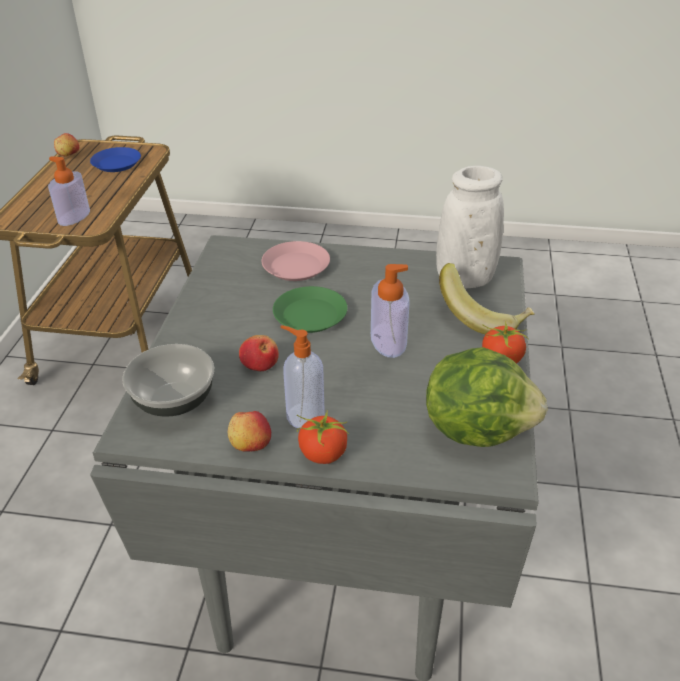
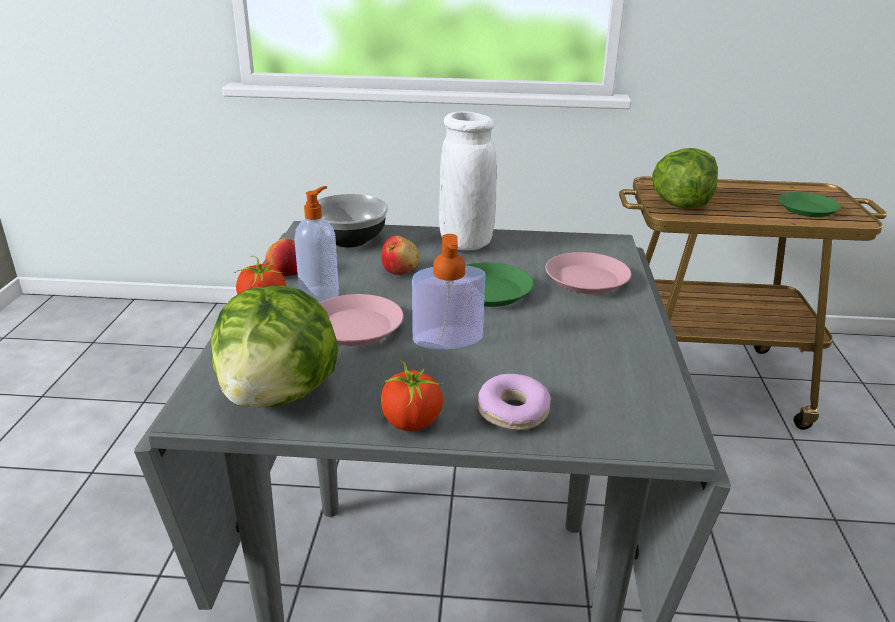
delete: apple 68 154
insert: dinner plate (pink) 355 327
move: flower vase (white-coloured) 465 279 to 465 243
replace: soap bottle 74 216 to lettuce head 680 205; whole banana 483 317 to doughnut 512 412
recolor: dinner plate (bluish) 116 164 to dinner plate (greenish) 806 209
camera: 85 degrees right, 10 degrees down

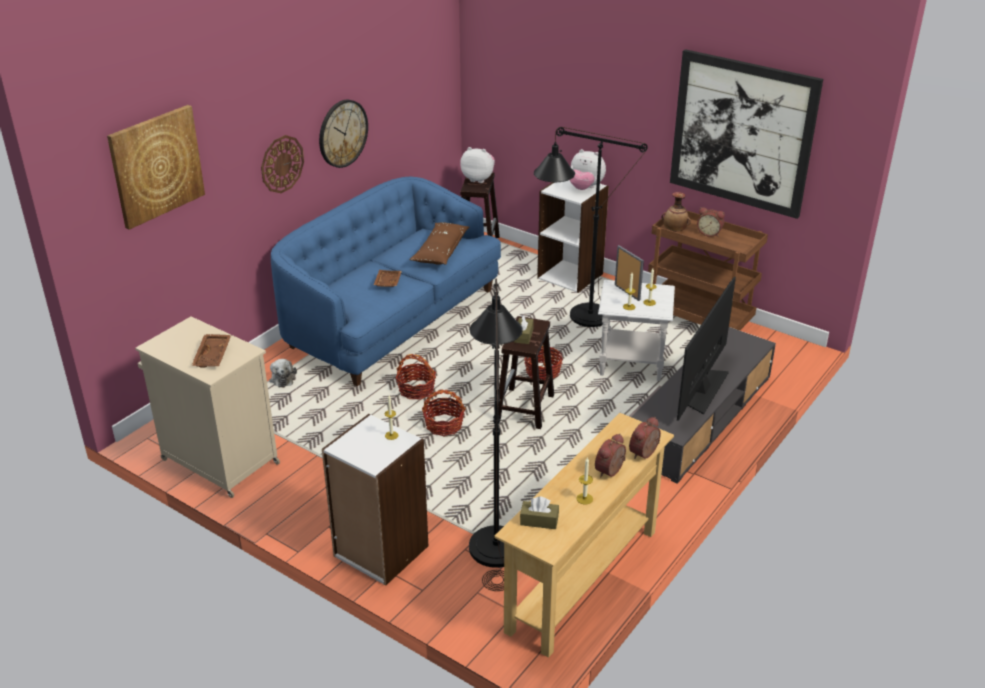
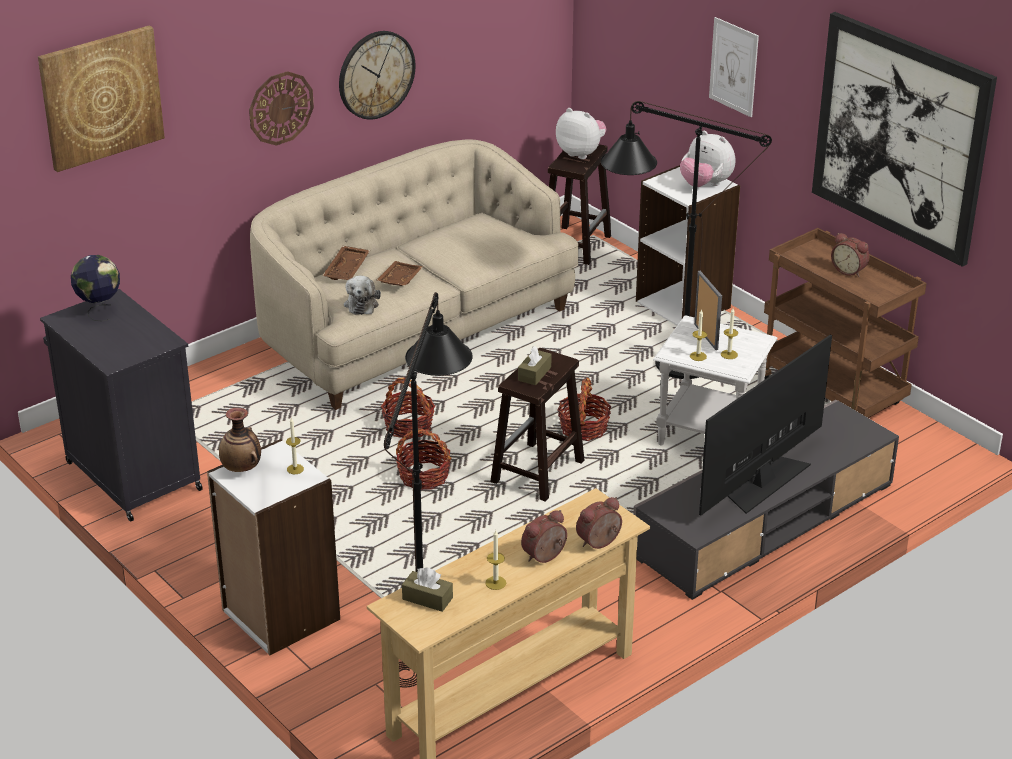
delete: cushion (brown-coloured) 440 251
insert: globe 100 311; picture 733 67
move: tray (brown-coloured) 213 356 to 347 270; cuddly toy 282 379 to 361 304; flower vase 675 231 to 242 469
recolor: storage cabinet (sand-coloured) 218 461 to storage cabinet (blackish) 131 475; couch (bluish) 391 320 to couch (sand-coloured) 415 331
camera: 15 degrees right, 0 degrees up

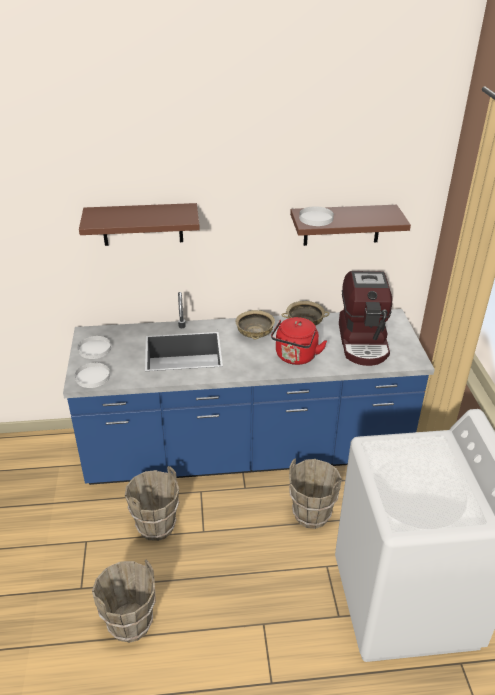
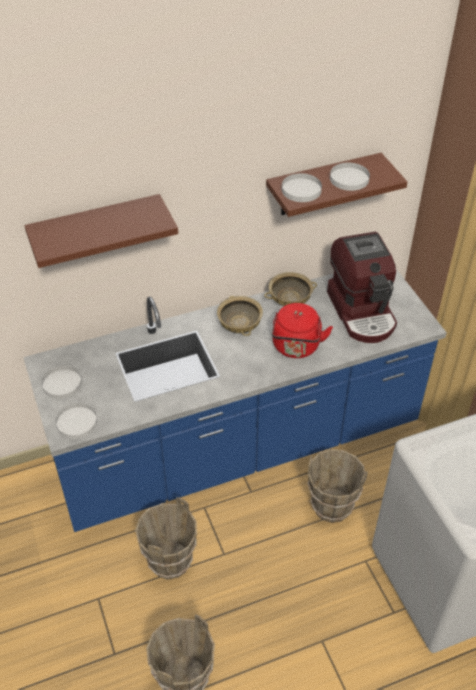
insert: dinner plate (white-coloured) 349 178
camera: 15 degrees left, 10 degrees up

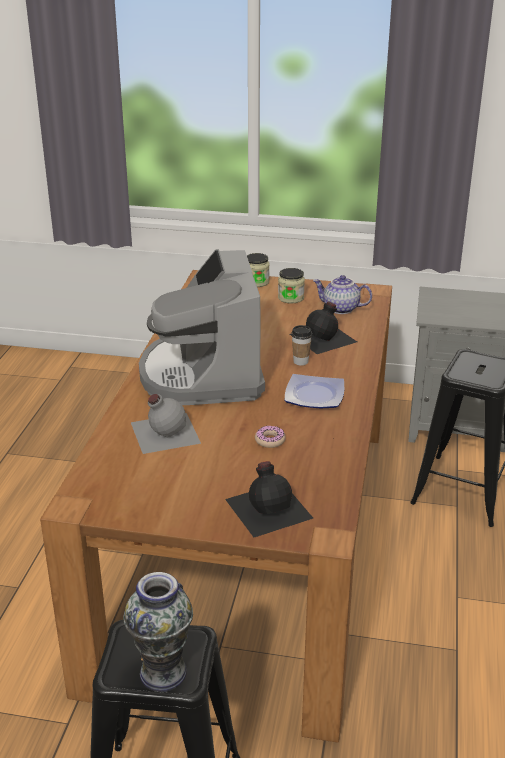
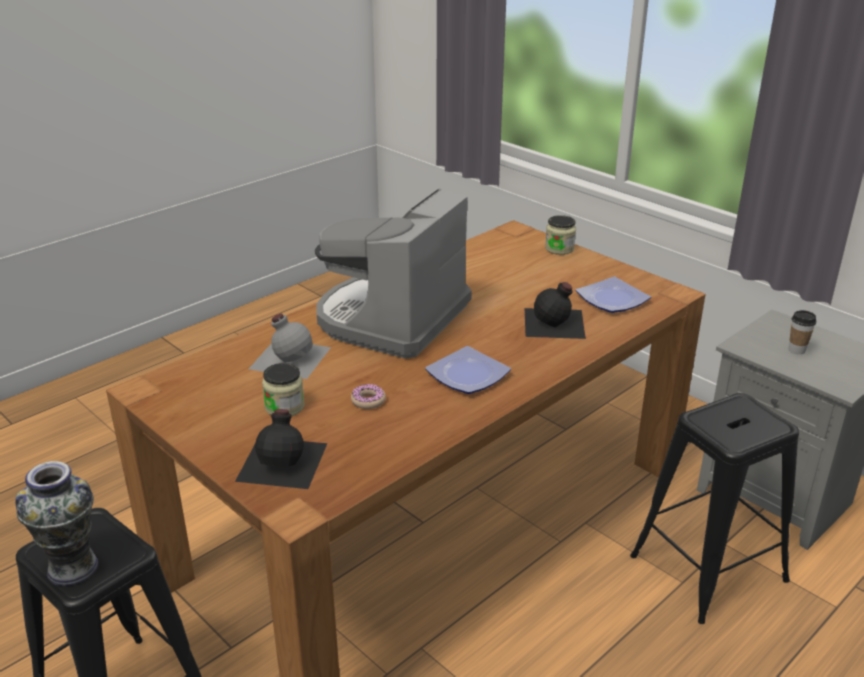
move: jar 291 298 to 284 407; cup 300 361 to 796 350
replace: teapot 340 309 to dinner plate 612 300
camera: 35 degrees right, 0 degrees up

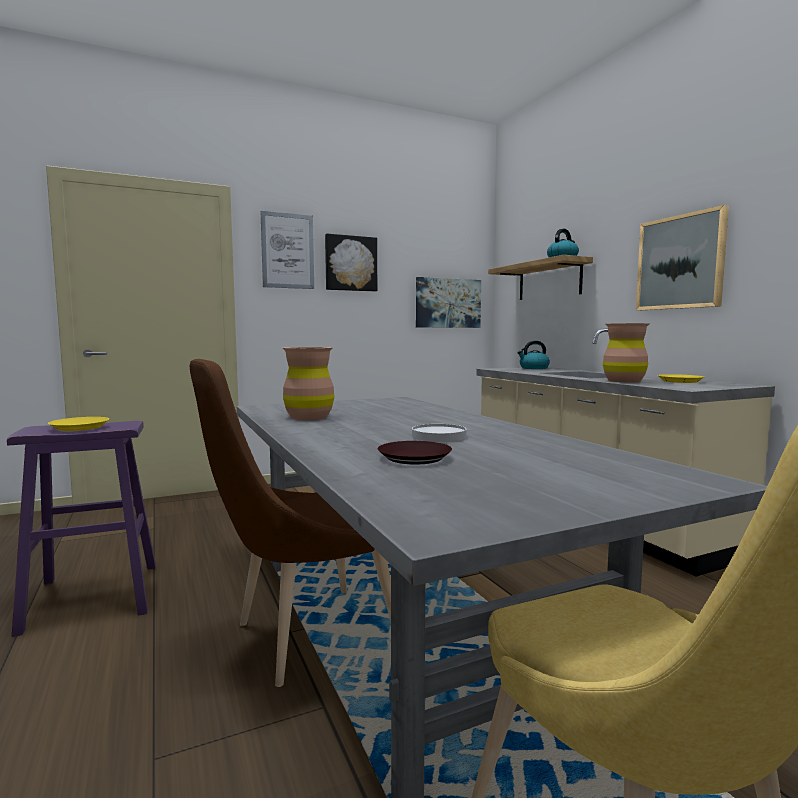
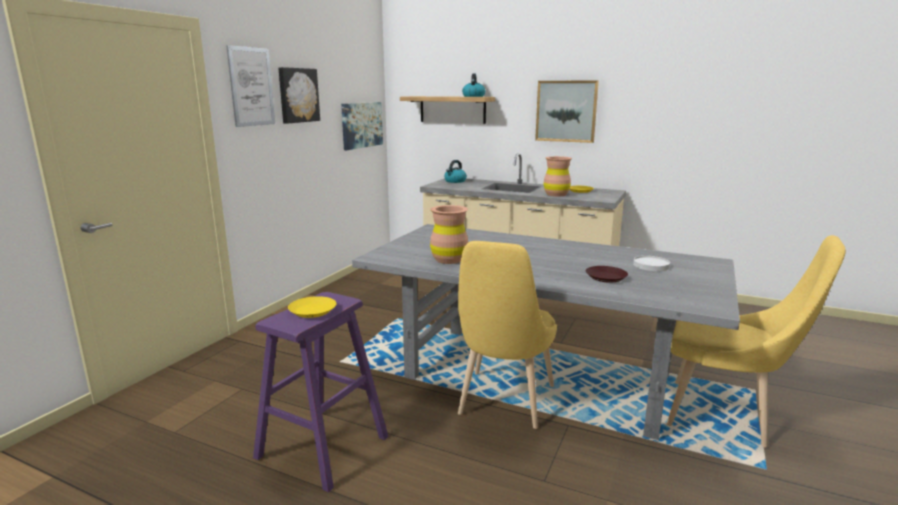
move: dinner plate (white-coloured) 438 436 to 651 265
recolor: plain chair (brown-coloured) 306 638 to plain chair (yellow-coloured) 503 403
camera: 40 degrees left, 10 degrees up

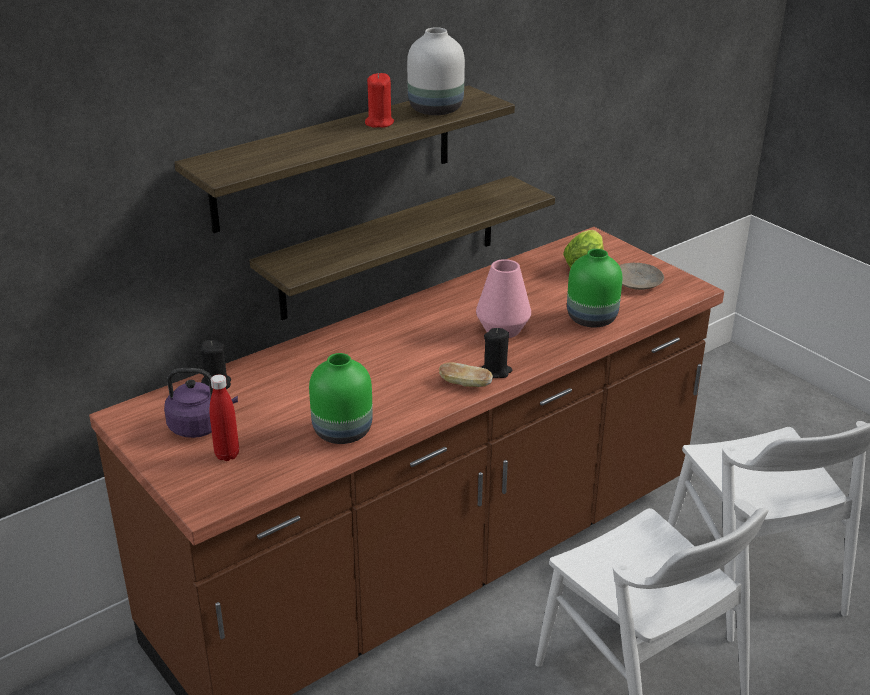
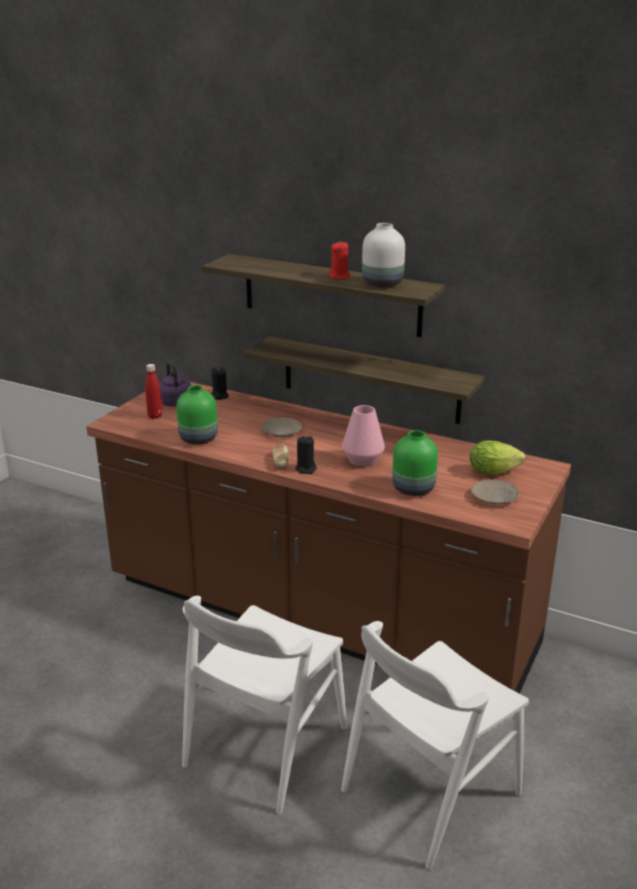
insert: dinner plate (sand-coloured) 282 432
camera: 65 degrees right, 5 degrees down

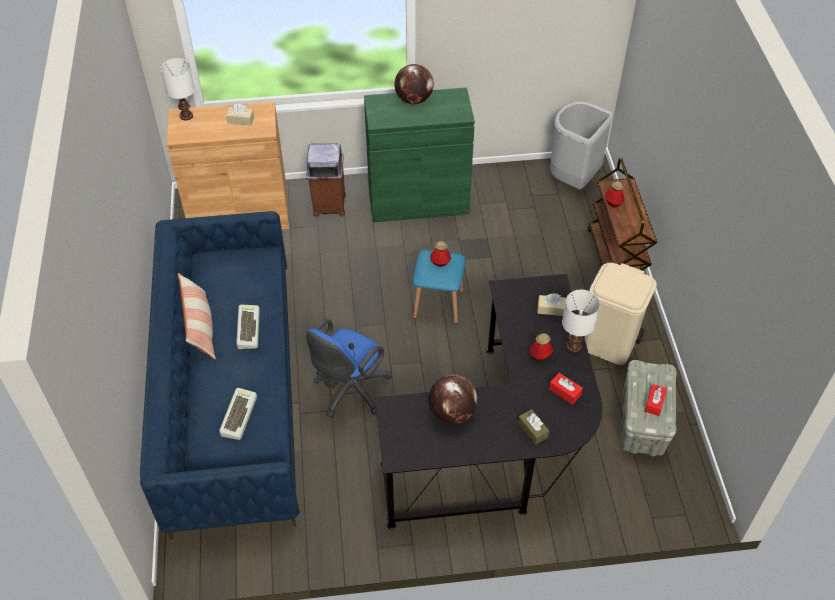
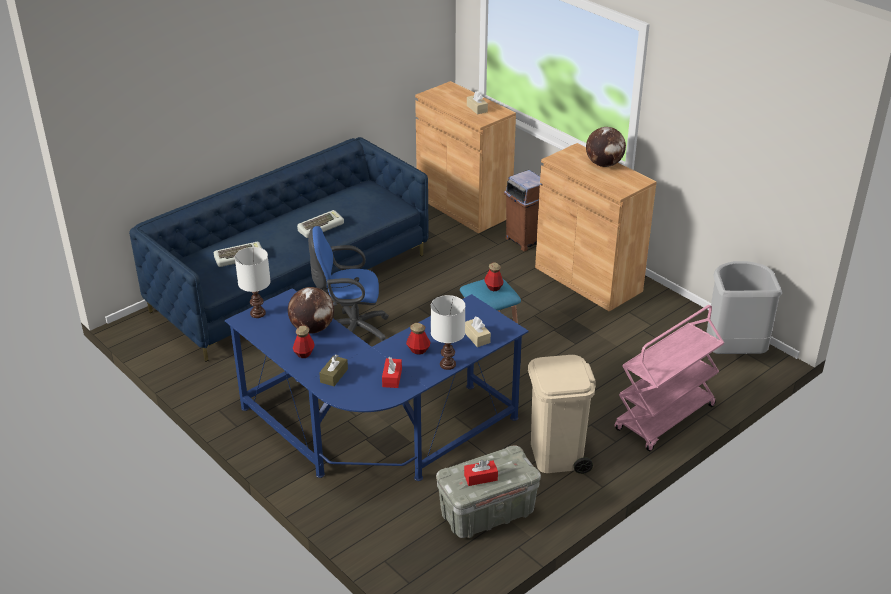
delete: cushion 200 326
move: lamp for a table (white-coloured) 186 116 to 257 314; bottle 613 203 to 304 353
recolor: storage cabinet (greenish) 418 201 to storage cabinet (brown-coloured) 588 279; desk table (blackish) 501 445 to desk table (bluish) 376 434; trolley (brown-coloured) 615 260 to trolley (pink) 665 419
camera: 55 degrees right, 15 degrees down

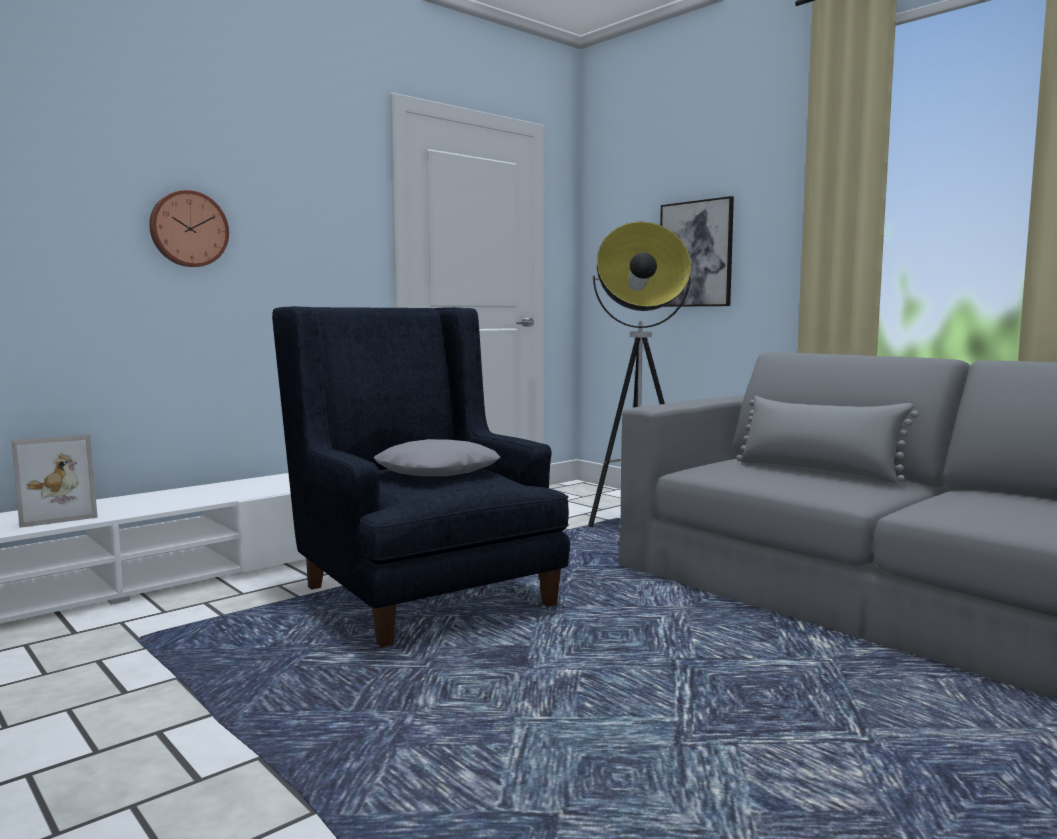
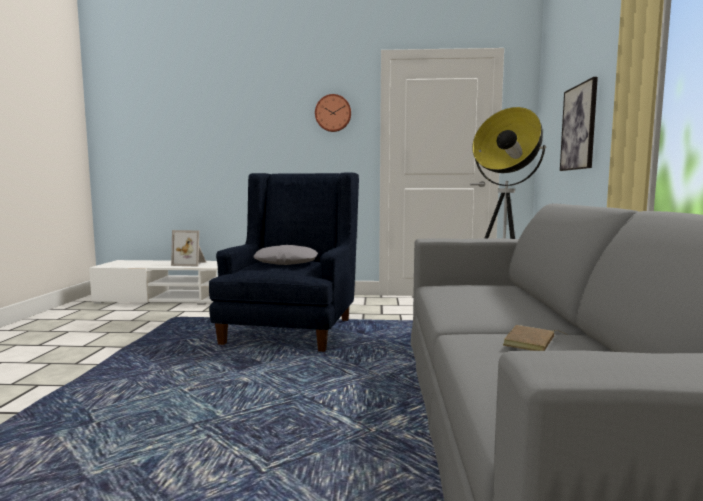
delete: cushion (grey) 818 471
insert: volume (brown-coloured) 531 342
move: clock on the wall 188 229 to 333 113
camera: 45 degrees right, 0 degrees up

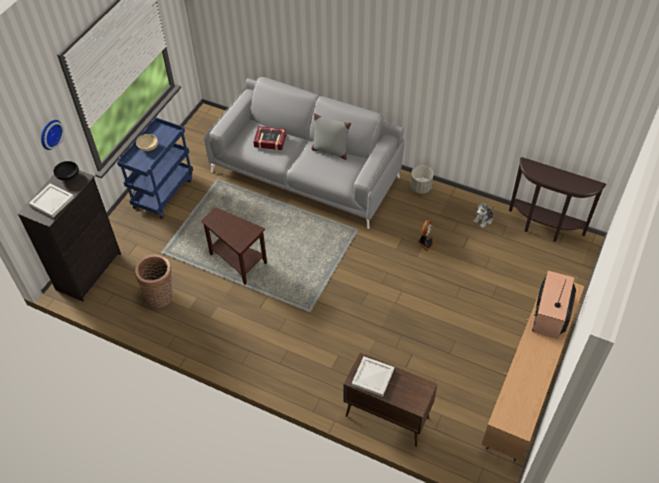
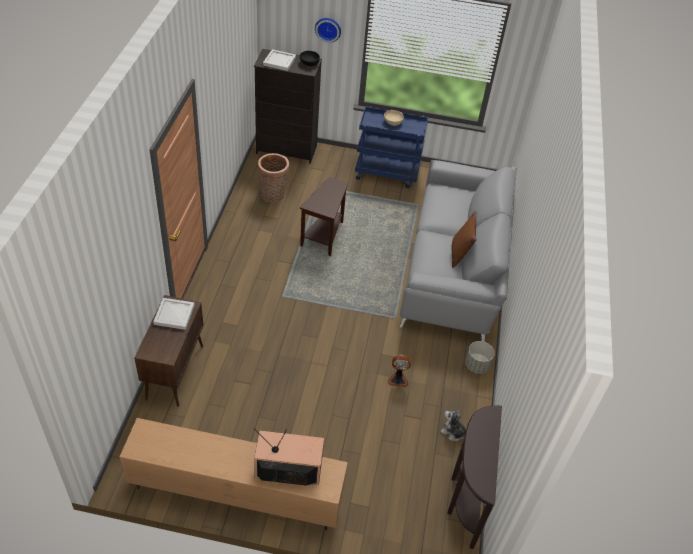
delete: volume 270 141
recolor: cushion (grey) 330 150 to cushion (brown-coloured) 459 253
camera: 70 degrees right, 5 degrees down

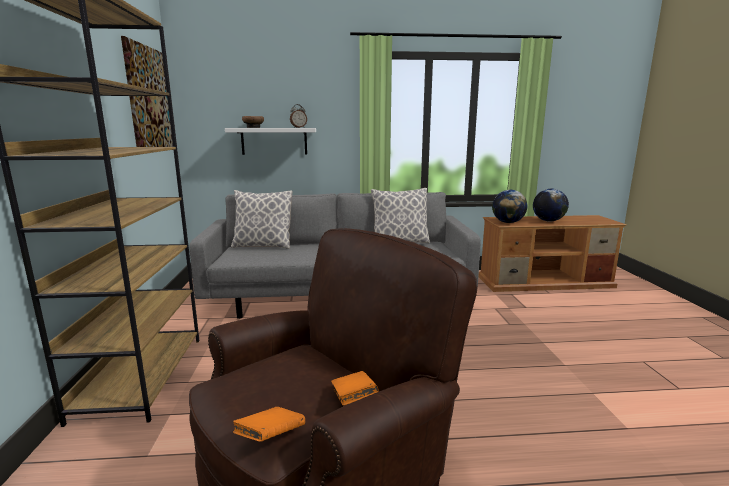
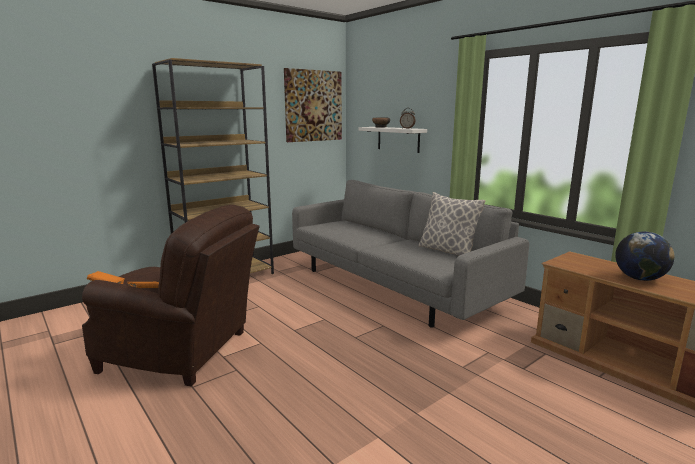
delete: cushion 263 246; globe 508 222
camera: 55 degrees right, 0 degrees up

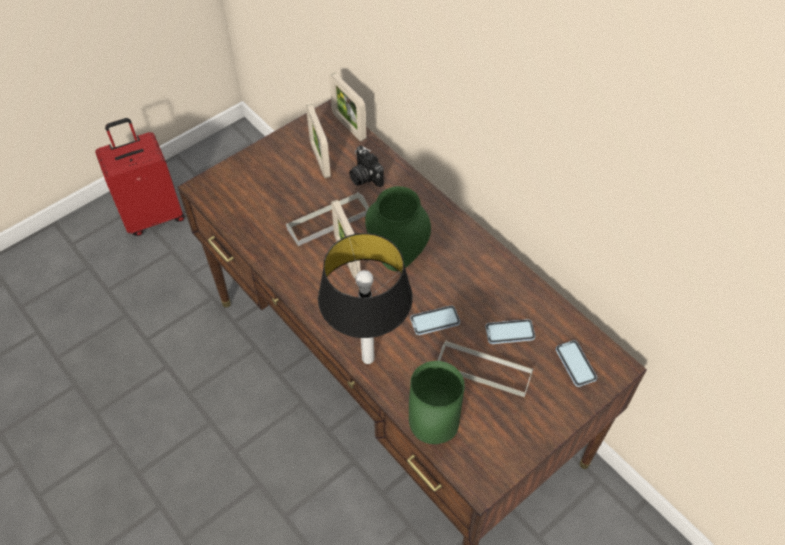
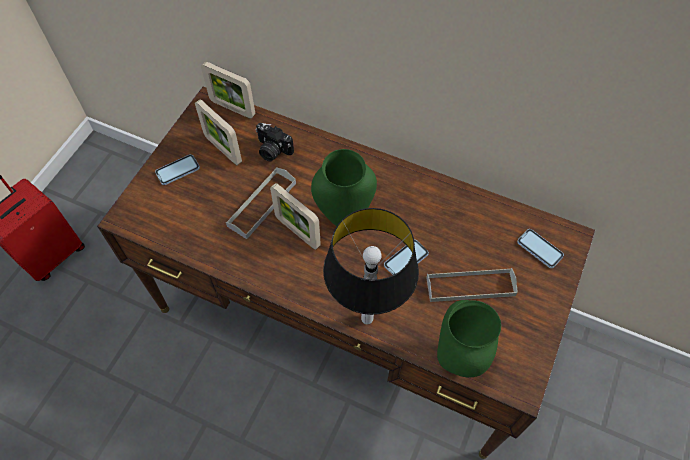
move: handset 509 332 to 177 170
camera: 25 degrees left, 5 degrees up

